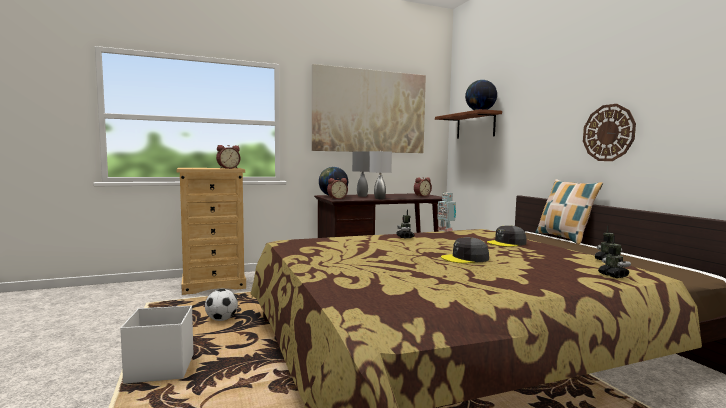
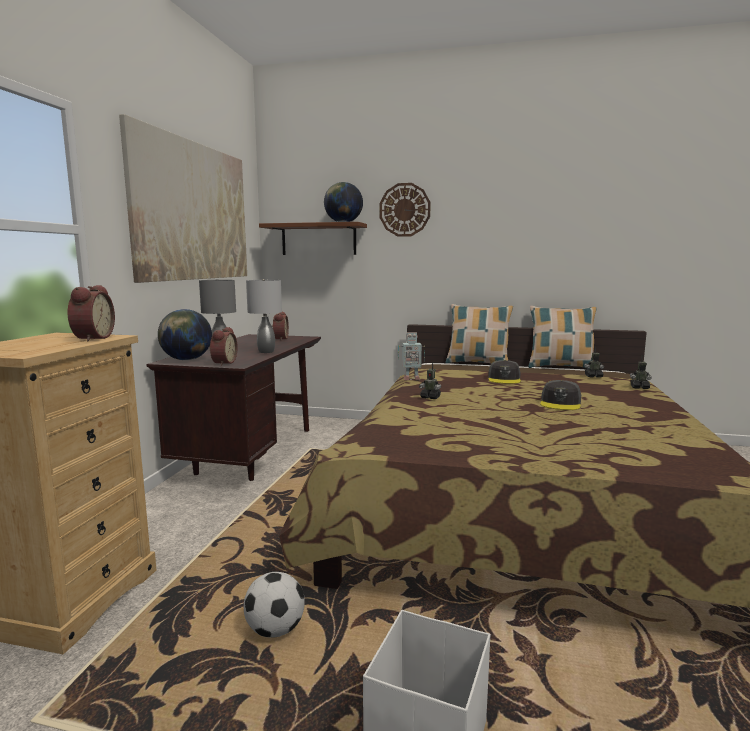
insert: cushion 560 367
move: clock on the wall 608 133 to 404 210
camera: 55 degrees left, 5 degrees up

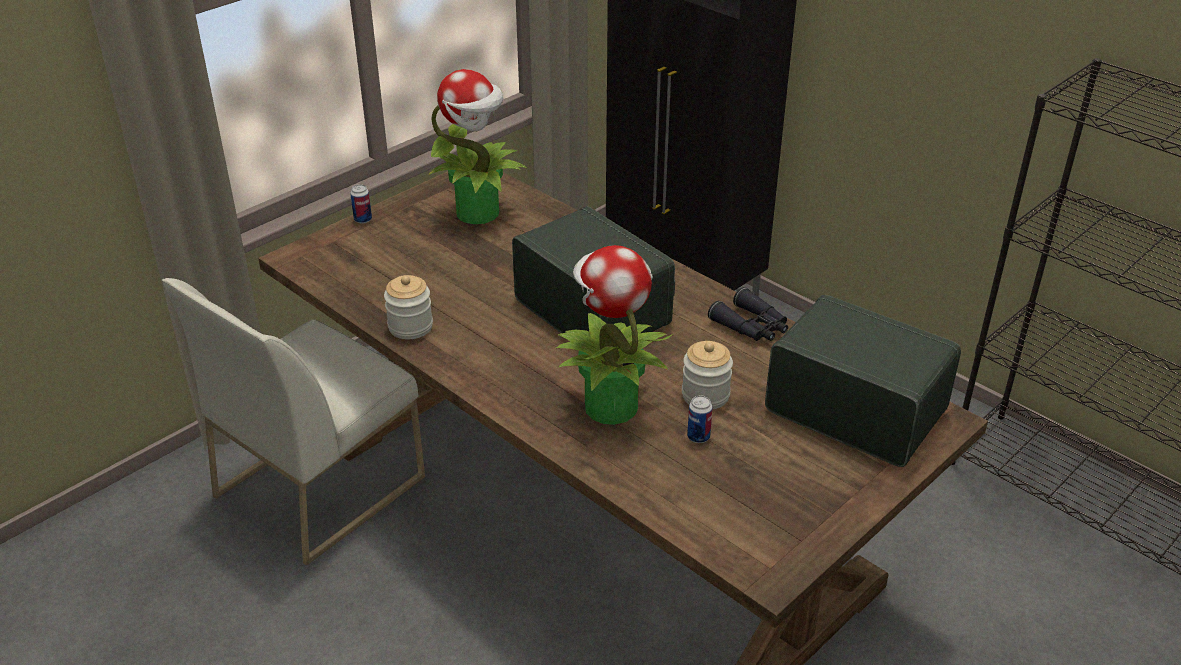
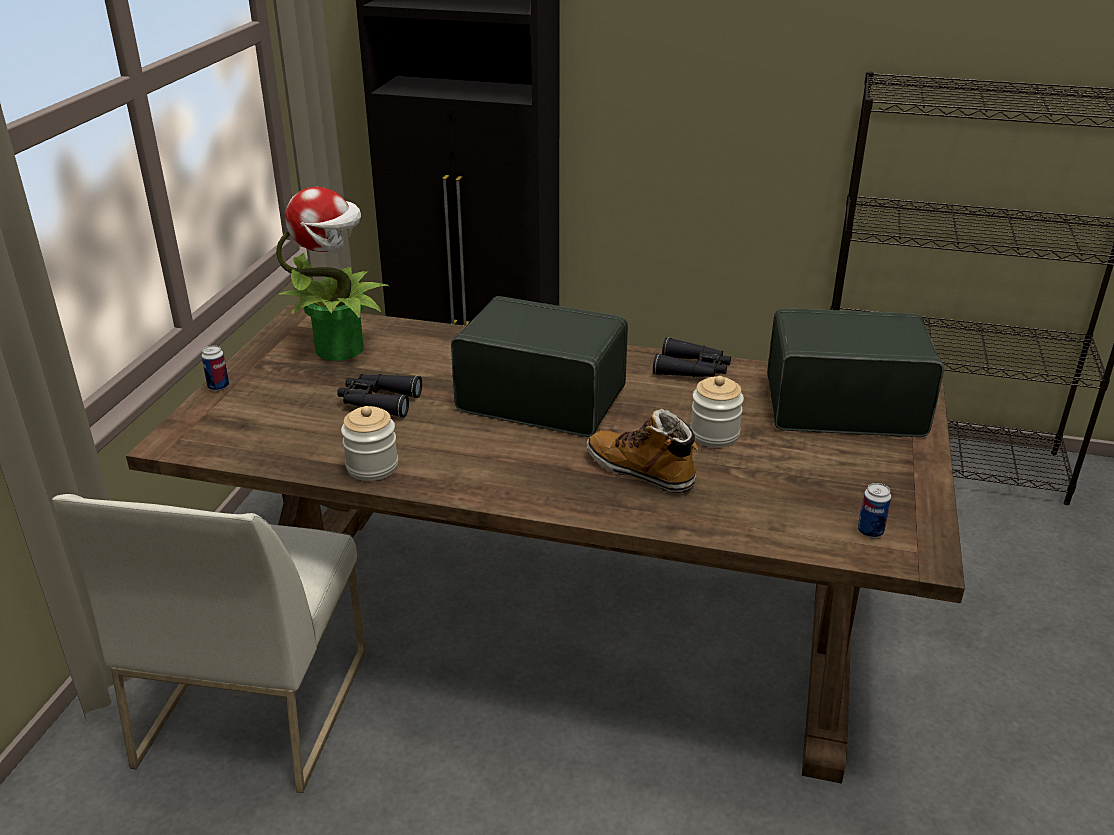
insert: pair of binoculars (blackish) 378 402
move: metal can 698 437 to 870 531
replace: potted plant 609 405 to tall boot 641 471
camera: 30 degrees left, 5 degrees down

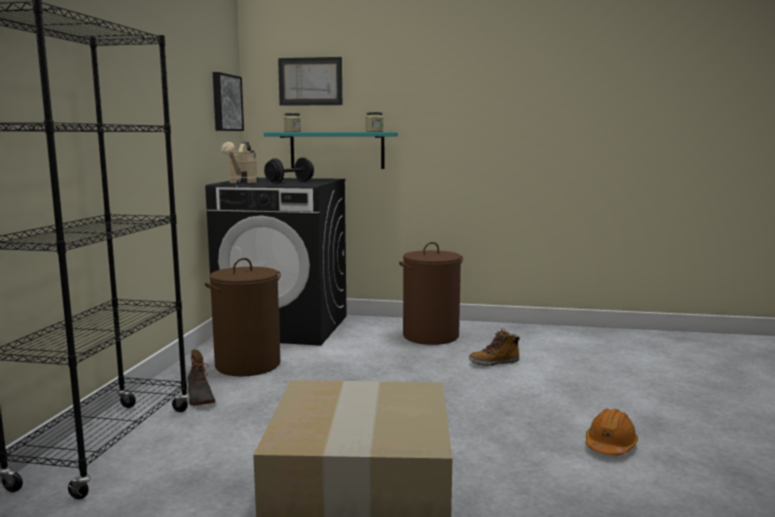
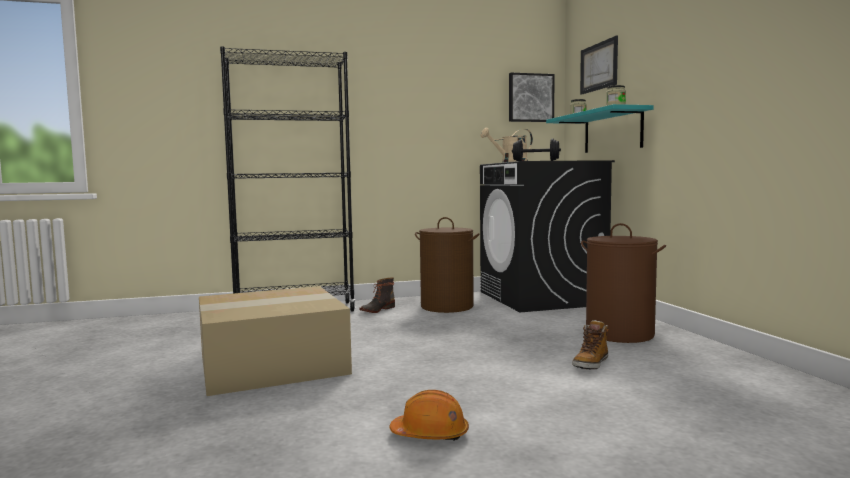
rotate: tall boot 494 362 = 591 364 105 degrees counterclockwise
camera: 65 degrees right, 5 degrees down

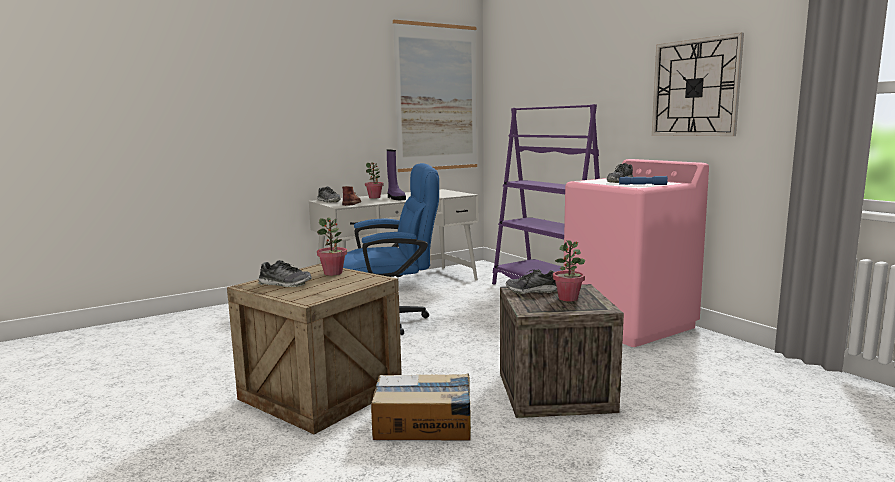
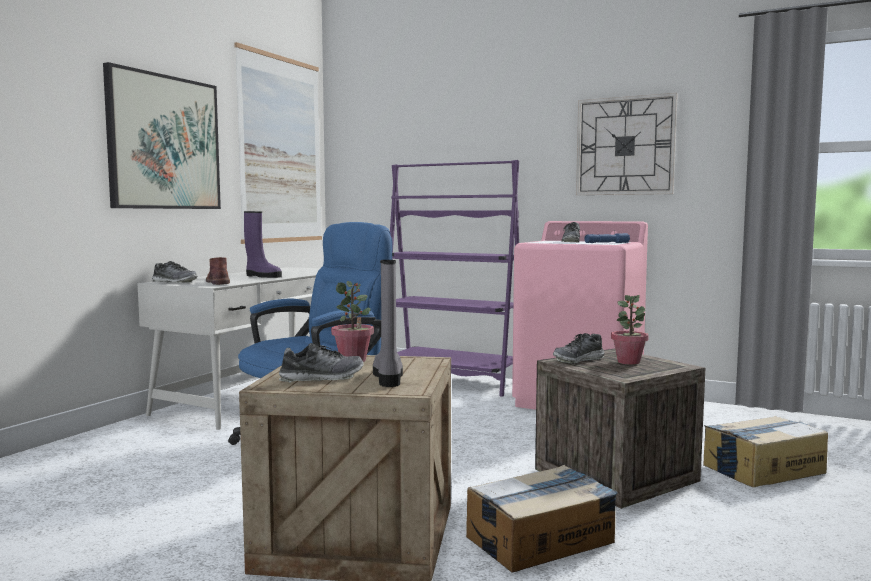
delete: potted plant 374 197
insert: picture 164 142; tall boot (grey) 388 378; carton 762 469
camera: 30 degrees left, 5 degrees down

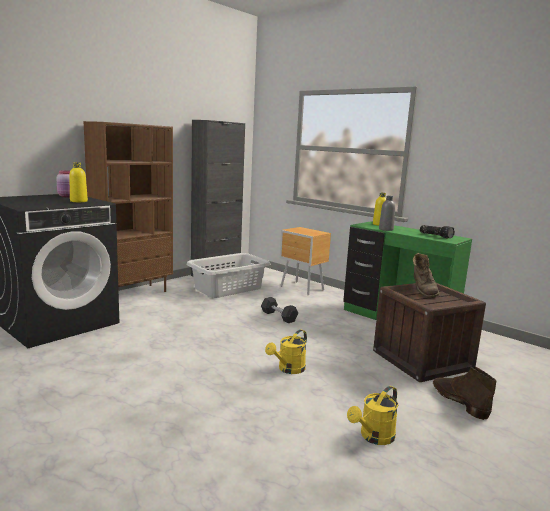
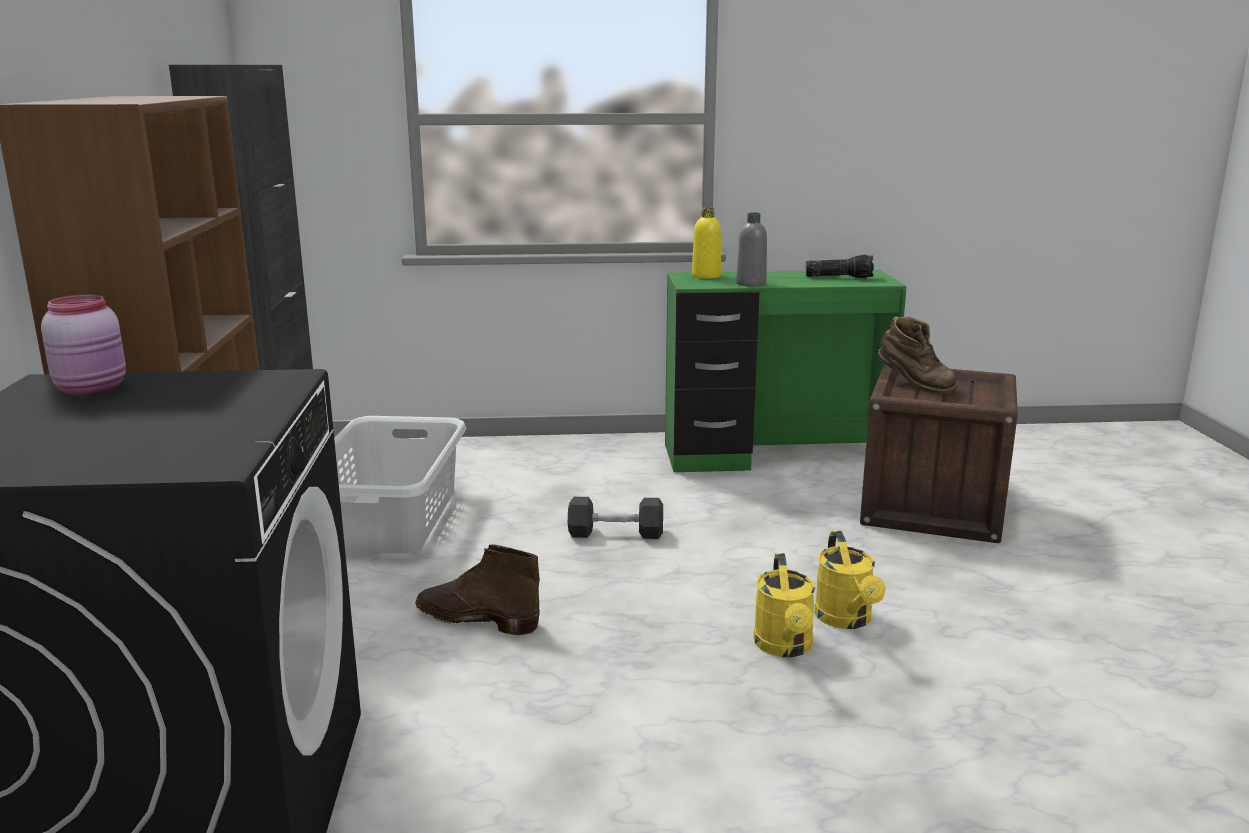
delete: bottle (yellow-coloured) 78 201; night table (brown-coloured) 302 288
move: watering can (yellow-coloured) 373 437 to 785 648; tall boot (brown-coloured) 459 401 to 476 618
camera: 45 degrees left, 5 degrees up

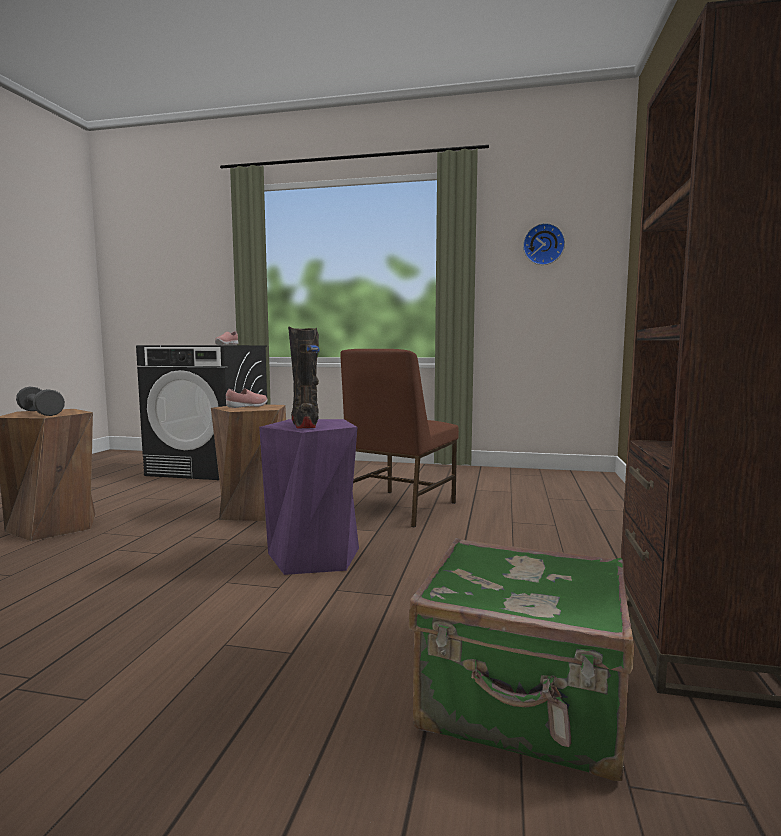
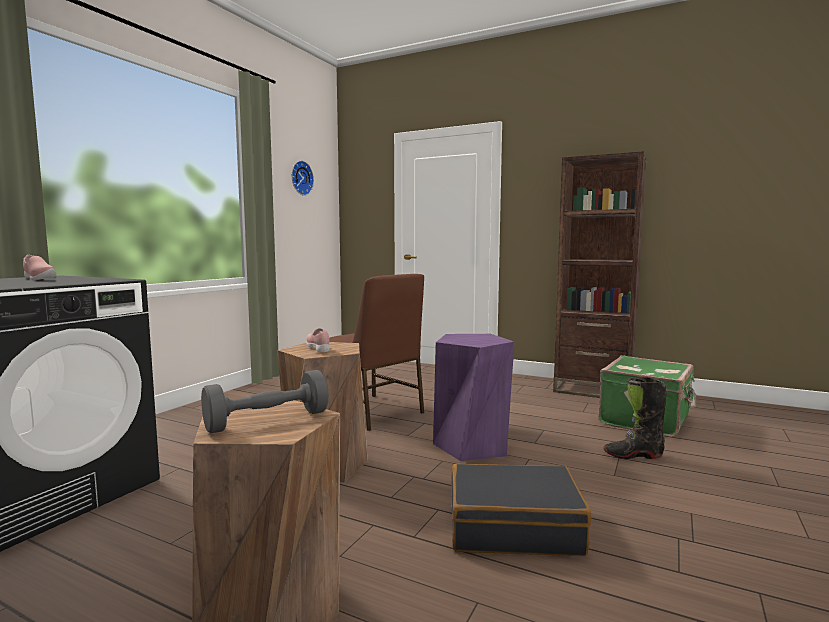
insert: travel case (blackish) 513 526
move: tall boot (blackish) 305 425 to 633 455
camera: 75 degrees left, 0 degrees up

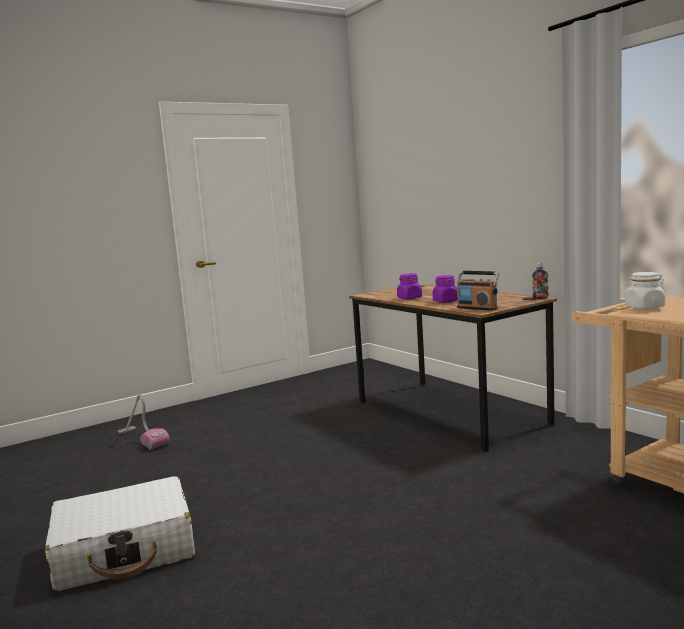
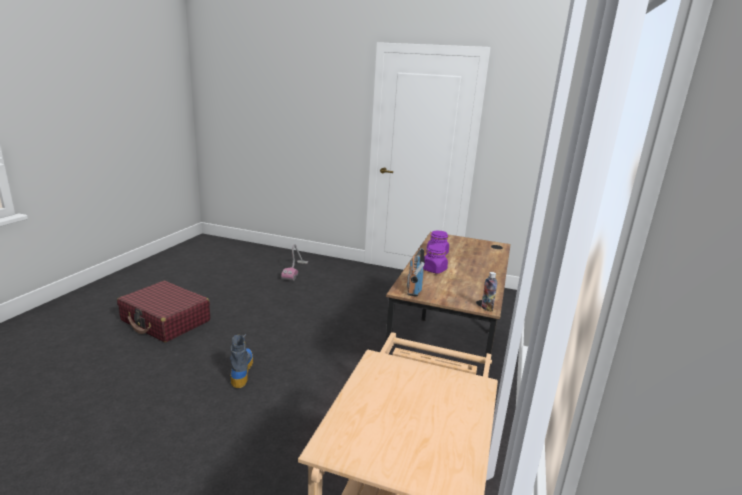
delete: jar (white-coloured) 644 307
insert: tall boot 241 370
recolor: travel case (white-coloured) 126 550 to travel case (red-coloured) 166 321
camera: 50 degrees right, 10 degrees up

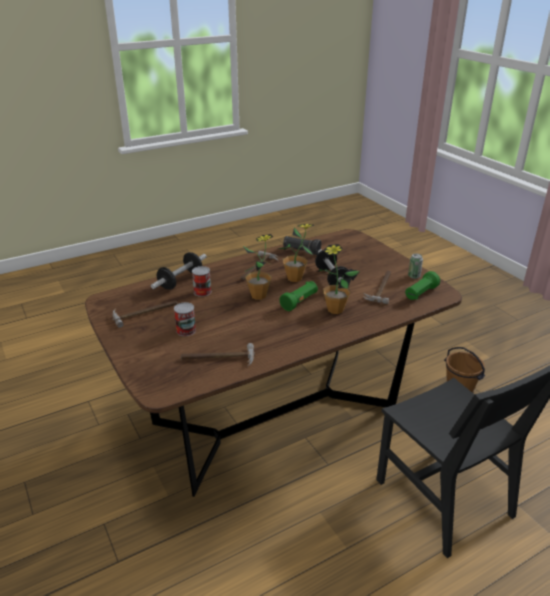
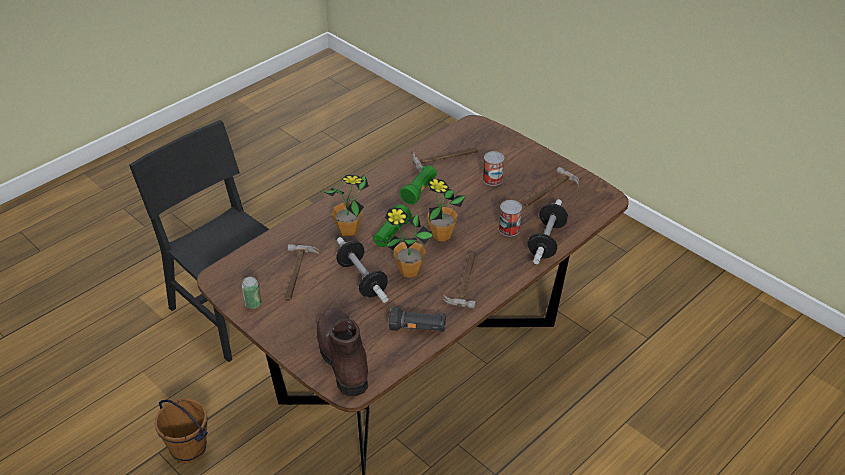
insert: tall boot (brown-coloured) 342 358
move: hand torch (greenish) 420 293 to 419 191
camera: 165 degrees right, 10 degrees up

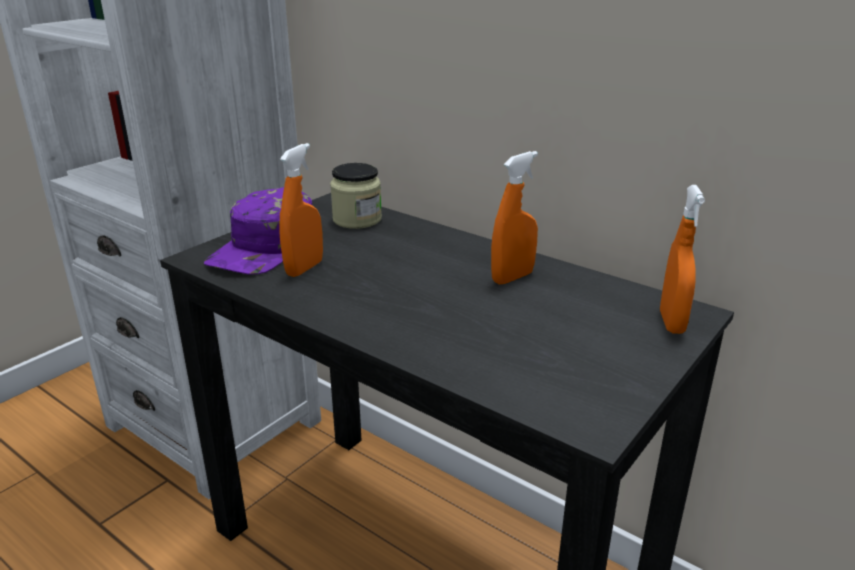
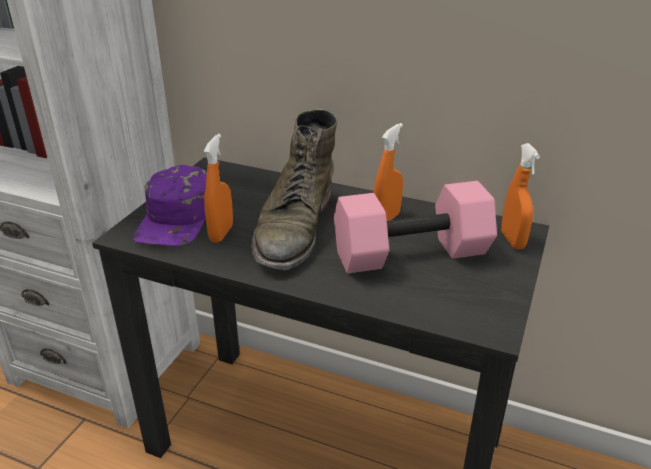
delete: jar 357 219
insert: tall boot (greenish) 295 227; hand weight (pink) 410 255
camera: 15 degrees left, 5 degrees up

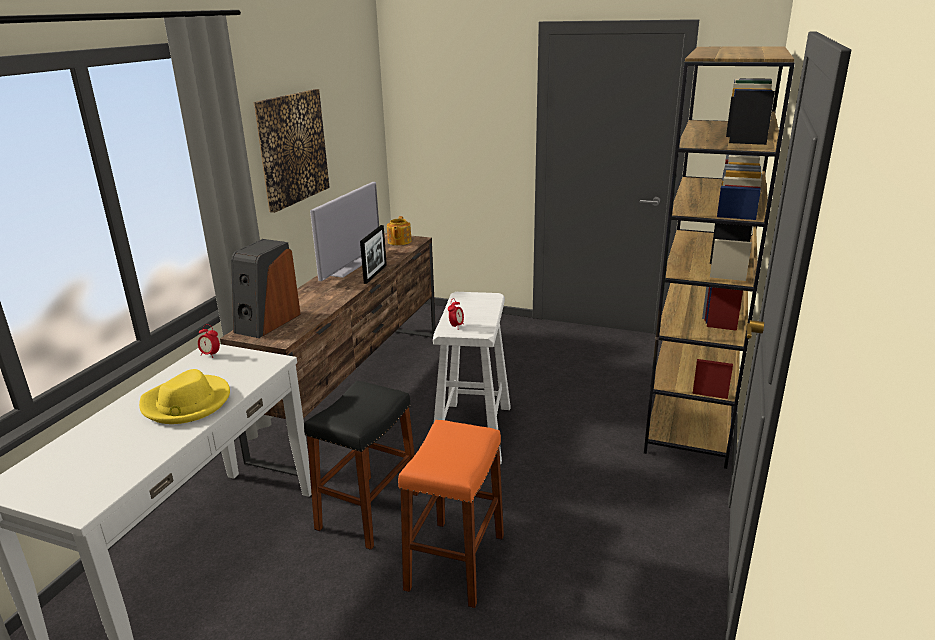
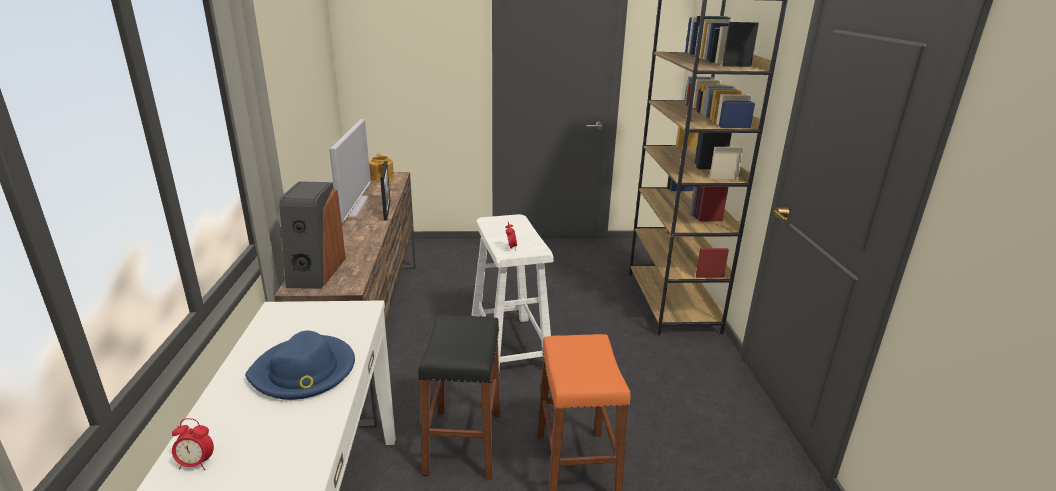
delete: picture 292 148
move: table clock 210 355 to 196 463
recolor: clothing hat (yellow-coloured) 186 403 to clothing hat (bluish) 304 371
camera: 25 degrees left, 0 degrees up

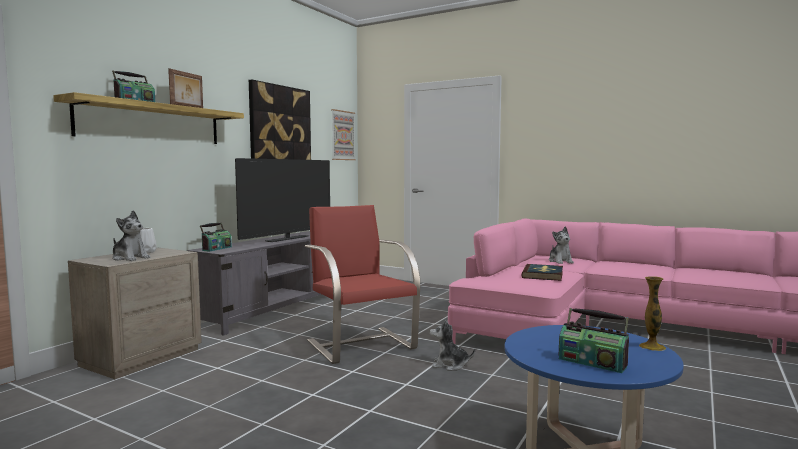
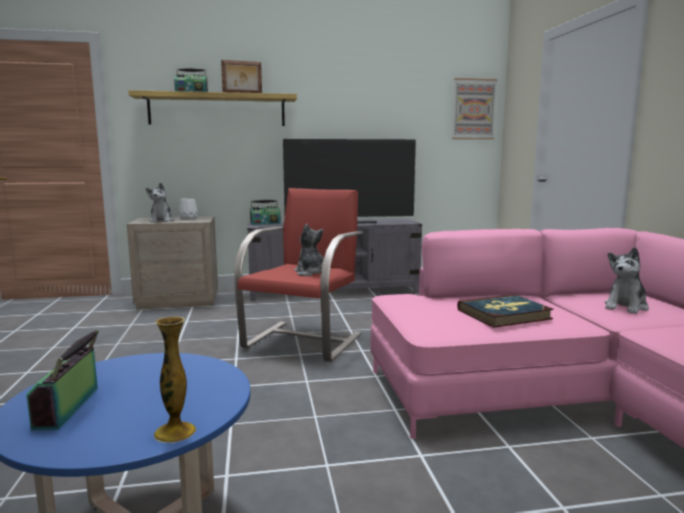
delete: picture 280 127
move: cuddly toy 449 365 to 311 273
camera: 50 degrees right, 5 degrees up

